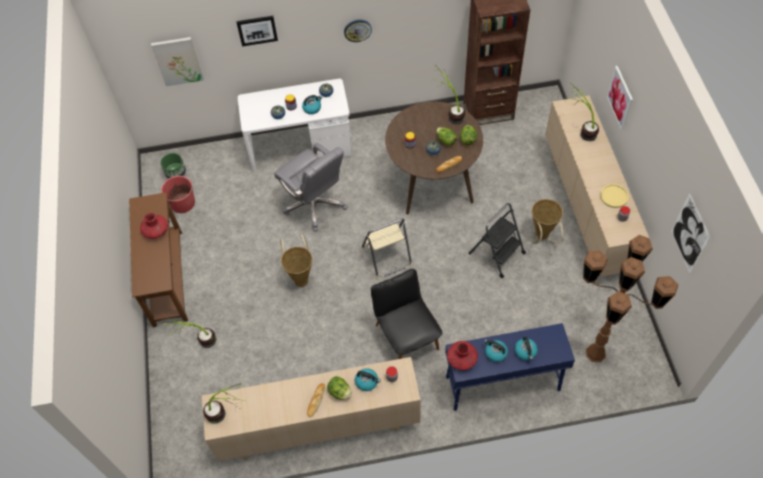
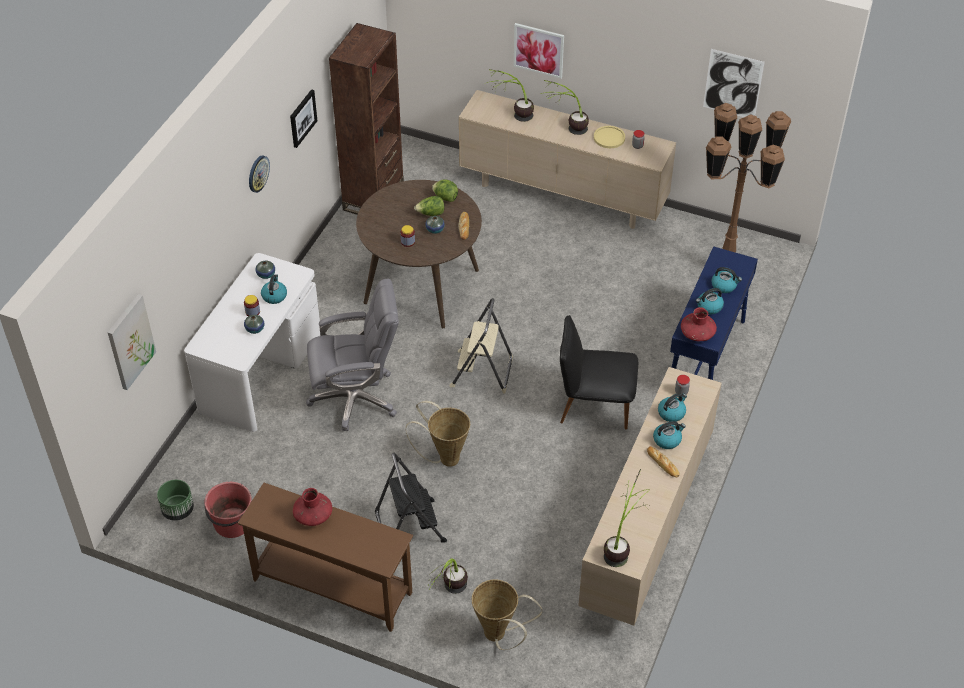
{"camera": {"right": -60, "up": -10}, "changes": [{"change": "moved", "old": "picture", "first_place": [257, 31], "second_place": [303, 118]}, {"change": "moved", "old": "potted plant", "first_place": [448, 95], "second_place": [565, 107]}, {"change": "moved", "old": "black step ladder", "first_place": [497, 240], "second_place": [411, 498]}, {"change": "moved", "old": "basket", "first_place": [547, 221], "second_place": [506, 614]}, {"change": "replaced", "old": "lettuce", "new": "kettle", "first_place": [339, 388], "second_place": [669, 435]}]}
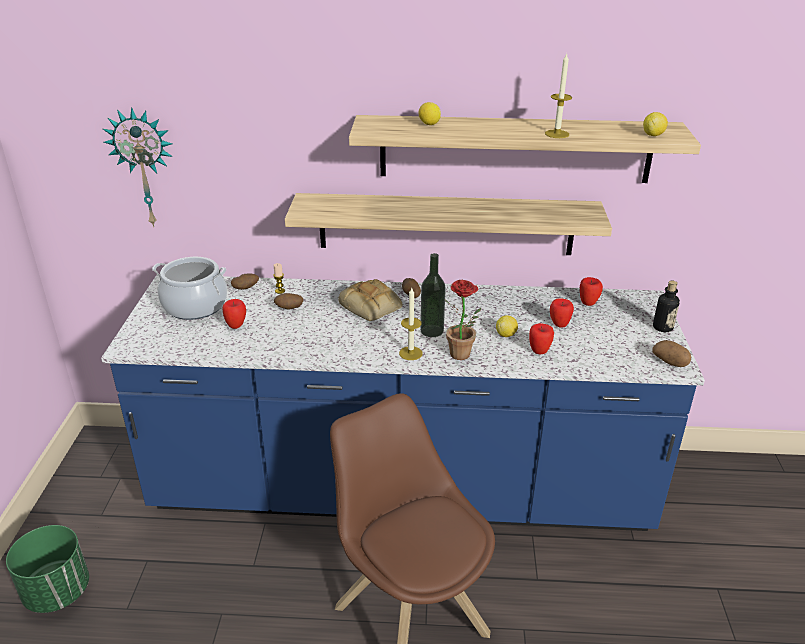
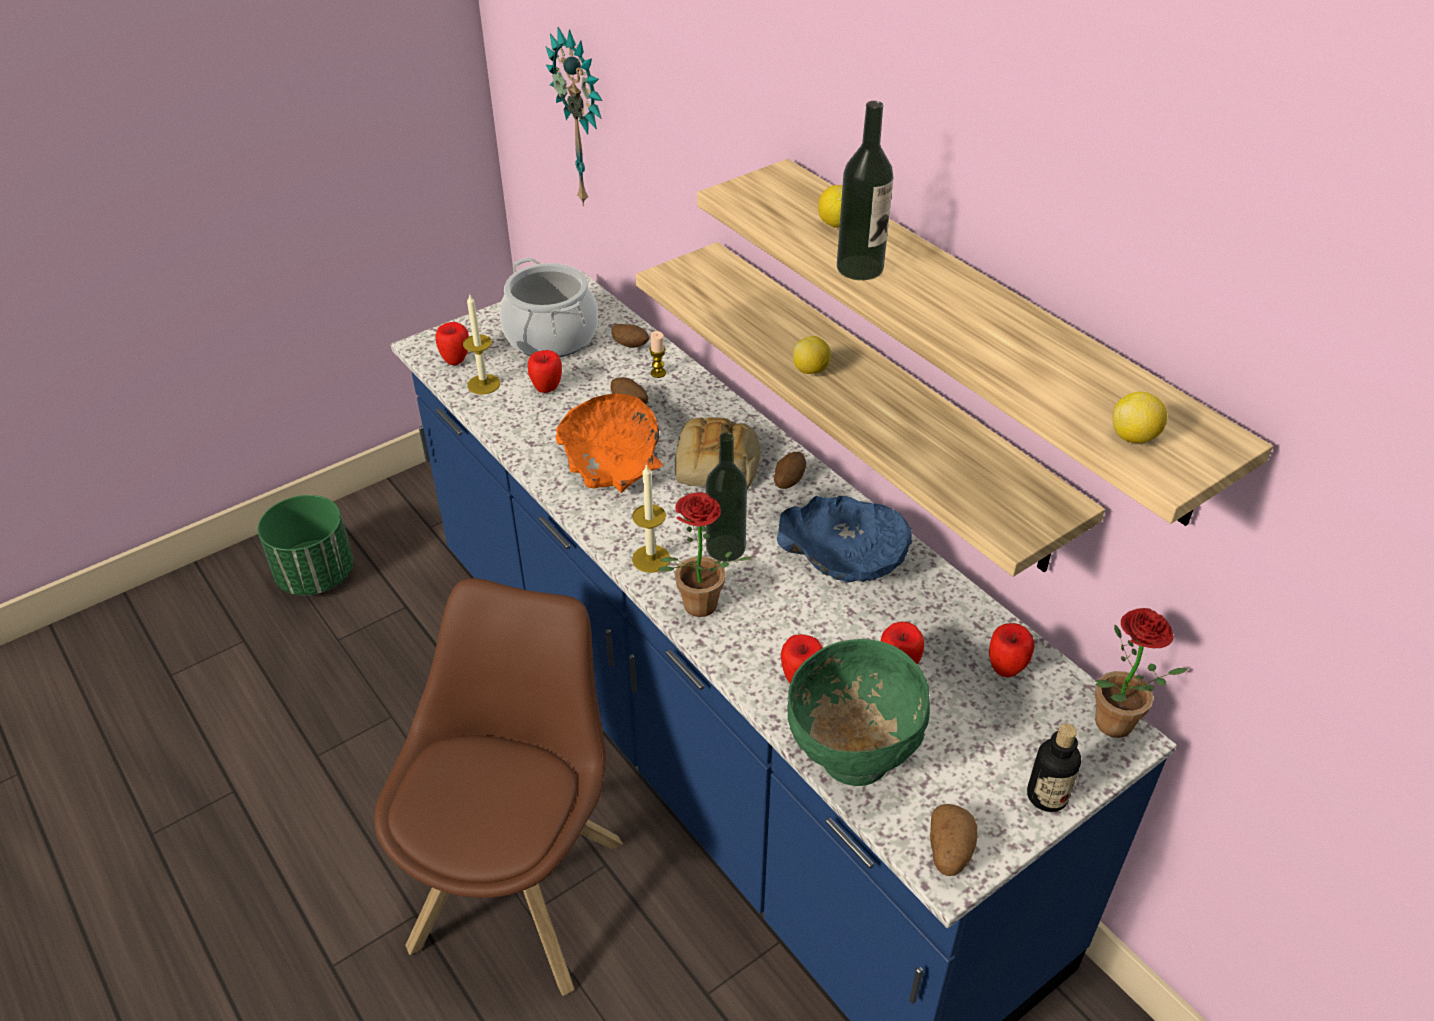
{"camera": {"right": 50, "up": 10}, "changes": [{"change": "added", "new": "apple", "second_place": [452, 343]}, {"change": "added", "new": "orange bowl", "second_place": [609, 443]}, {"change": "added", "new": "blue bowl", "second_place": [844, 539]}, {"change": "added", "new": "green bowl", "second_place": [858, 712]}, {"change": "added", "new": "bottle", "second_place": [865, 190]}, {"change": "added", "new": "potted plant", "second_place": [1142, 673]}, {"change": "moved", "old": "lemon", "first_place": [507, 326], "second_place": [812, 355]}, {"change": "moved", "old": "candle", "first_place": [558, 95], "second_place": [481, 344]}]}
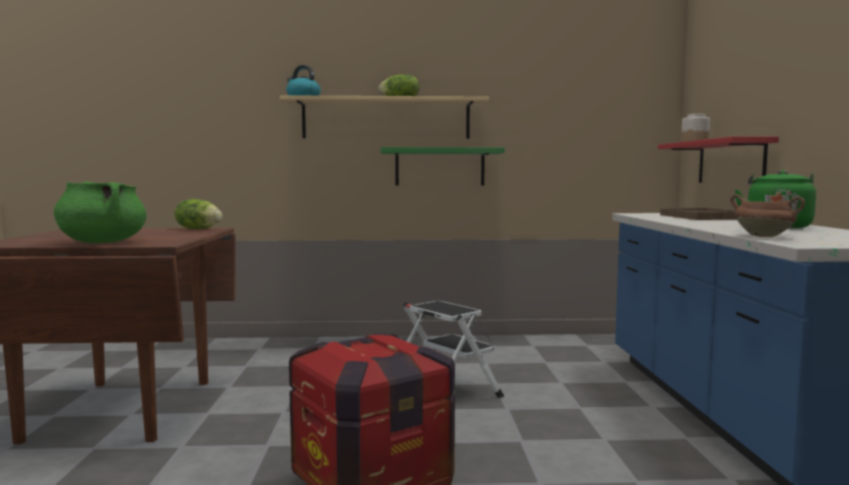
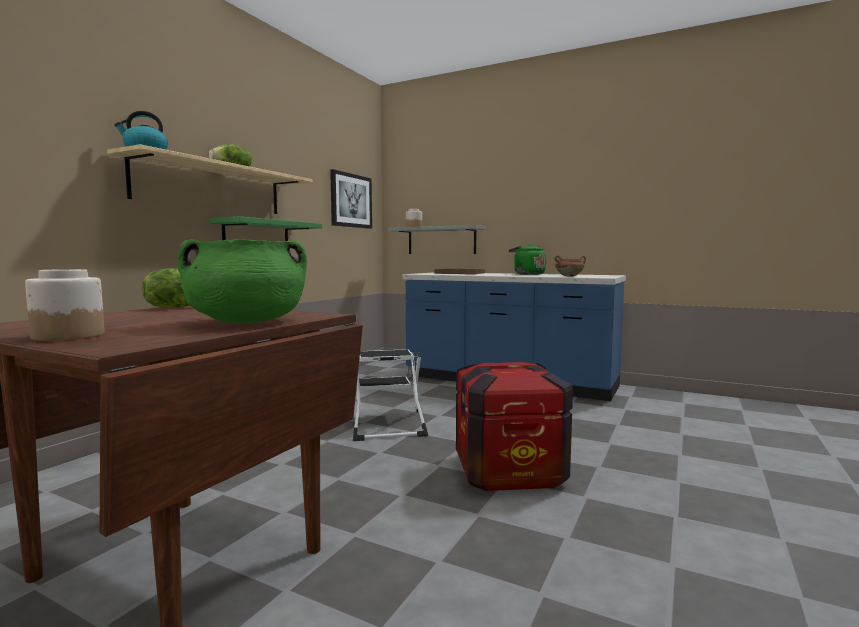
{"camera": {"right": -60, "up": 0}, "changes": [{"change": "added", "new": "jar", "second_place": [65, 305]}, {"change": "added", "new": "picture", "second_place": [351, 199]}, {"change": "recoloured", "old": "red shelf", "new": "grey shelf", "first_place": [718, 159], "second_place": [437, 239]}]}
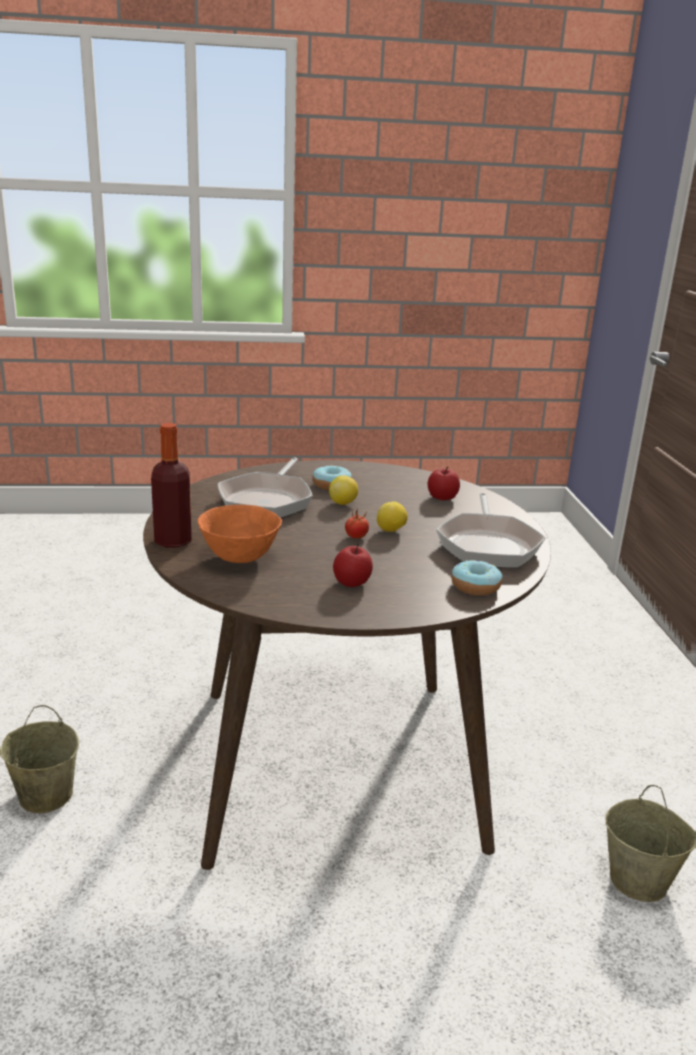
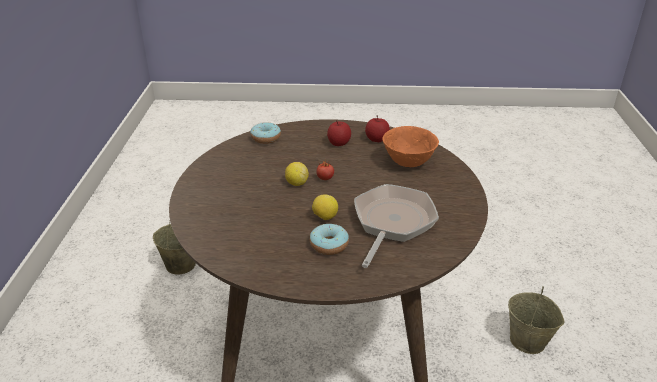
{"camera": {"right": -170, "up": 10}, "changes": [{"change": "removed", "old": "bottle", "first_place": [171, 485]}, {"change": "removed", "old": "frying pan", "first_place": [491, 530]}, {"change": "moved", "old": "apple", "first_place": [444, 483], "second_place": [377, 129]}]}
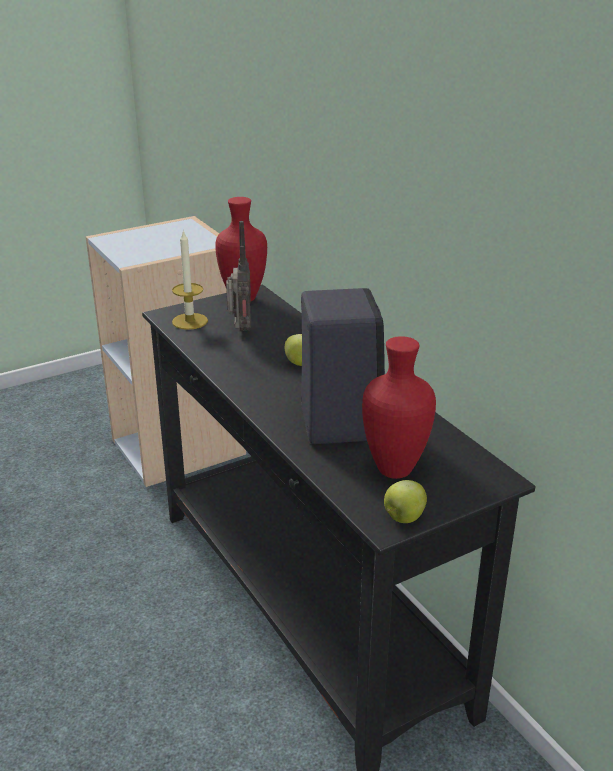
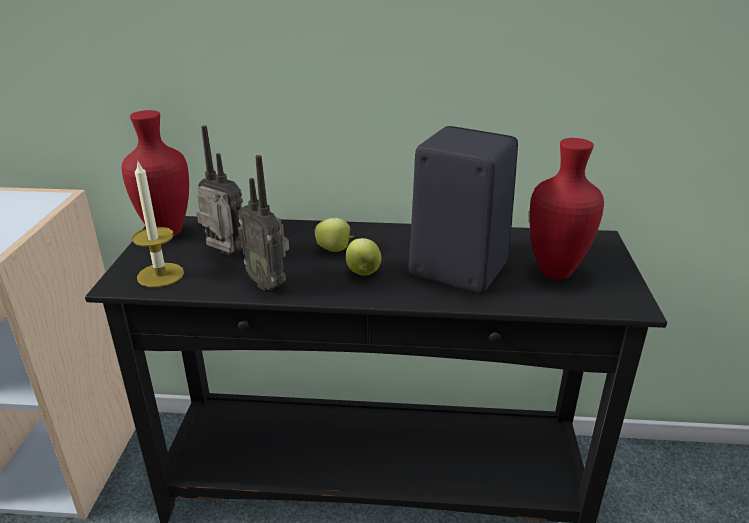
{"camera": {"right": -55, "up": 0}, "changes": [{"change": "added", "new": "radio", "second_place": [263, 223]}, {"change": "moved", "old": "apple", "first_place": [405, 501], "second_place": [363, 257]}]}
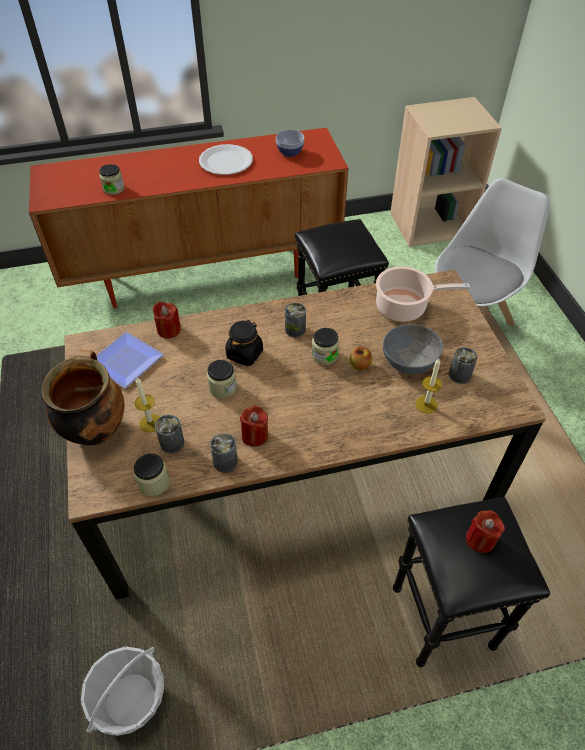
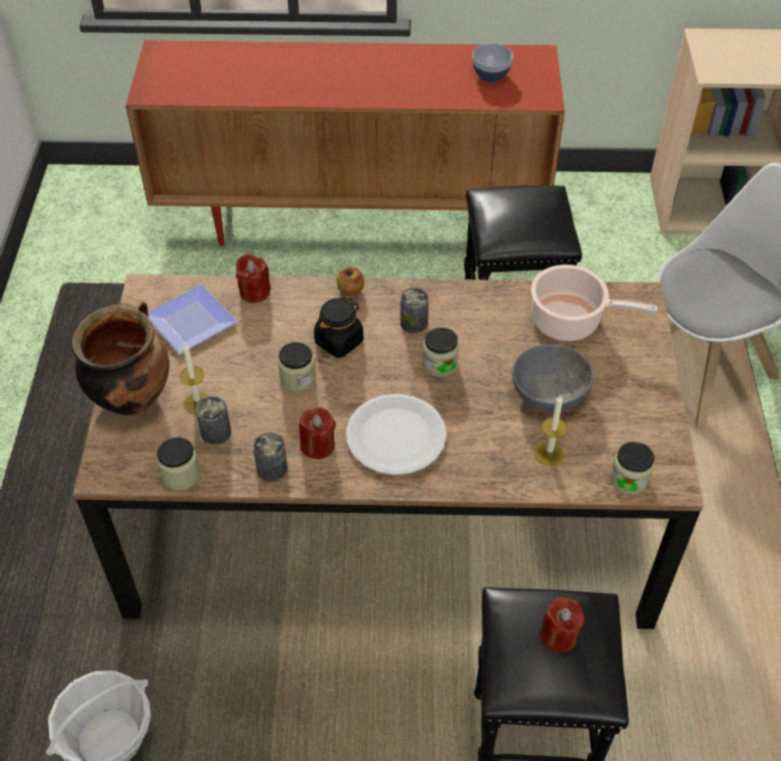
{"camera": {"right": 15, "up": 0}, "changes": [{"change": "removed", "old": "can", "first_place": [463, 365]}, {"change": "moved", "old": "jar", "first_place": [112, 179], "second_place": [632, 468]}, {"change": "moved", "old": "white plate", "first_place": [226, 159], "second_place": [396, 434]}, {"change": "moved", "old": "apple", "first_place": [361, 358], "second_place": [350, 281]}]}
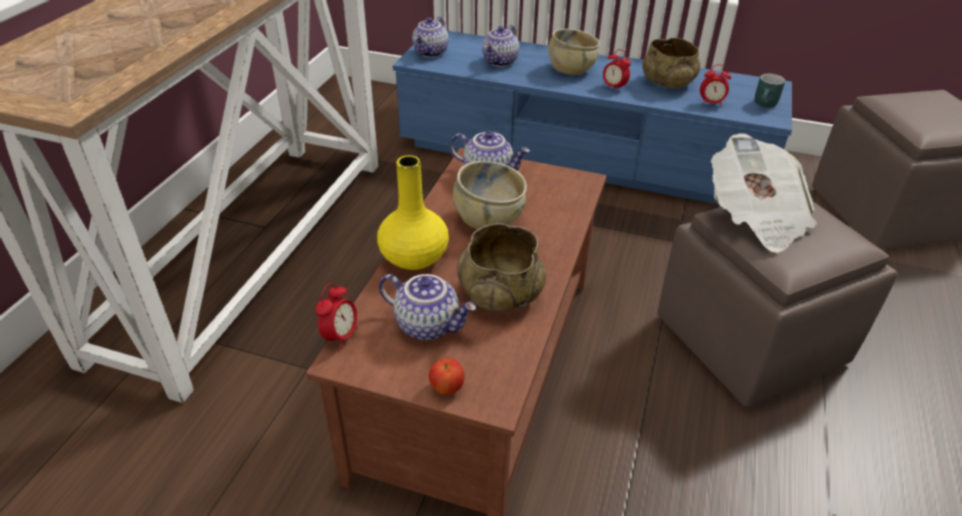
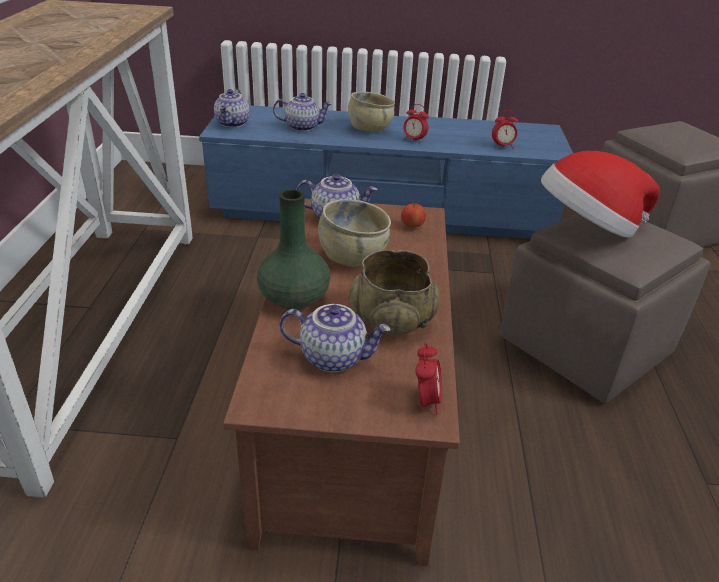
{"camera": {"right": -15, "up": -5}, "changes": [{"change": "removed", "old": "beige bowl", "first_place": [671, 63]}, {"change": "removed", "old": "turquoise mug", "first_place": [770, 91]}, {"change": "moved", "old": "alarm clock", "first_place": [336, 316], "second_place": [428, 378]}, {"change": "moved", "old": "apple", "first_place": [447, 377], "second_place": [413, 215]}, {"change": "replaced", "old": "newspaper", "new": "hat", "first_place": [764, 193], "second_place": [600, 194]}, {"change": "recoloured", "old": "yellow vase", "new": "green vase", "first_place": [413, 212], "second_place": [293, 249]}, {"change": "turned", "old": "teapot", "first_place": [500, 46], "second_place": [302, 112], "degrees": -105}]}
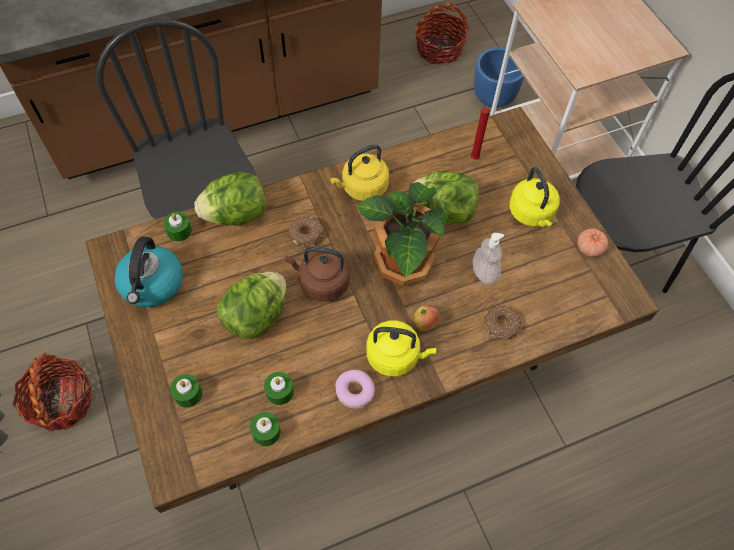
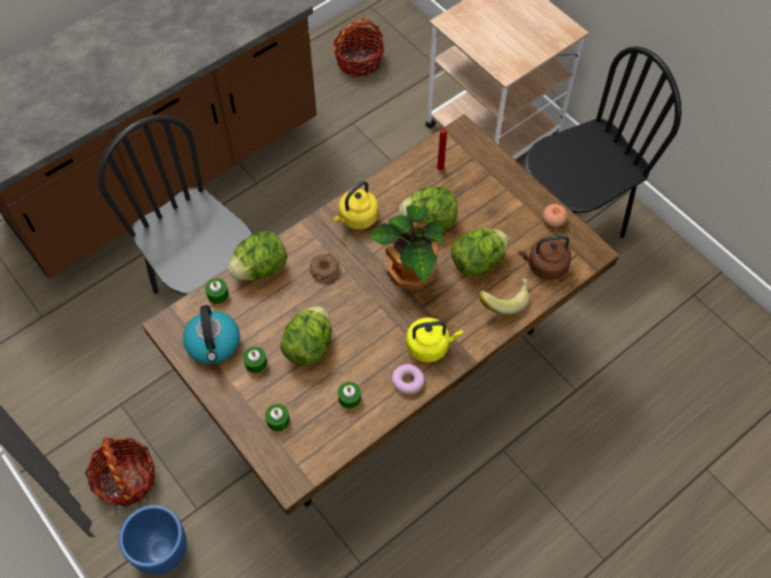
{"camera": {"right": -15, "up": 0}, "changes": [{"change": "removed", "old": "apple", "first_place": [426, 318]}, {"change": "removed", "old": "yellow kettle", "first_place": [534, 197]}, {"change": "moved", "old": "green candle", "first_place": [265, 429], "second_place": [255, 360]}, {"change": "moved", "old": "brown kettle", "first_place": [317, 274], "second_place": [545, 257]}, {"change": "moved", "old": "blue planter", "first_place": [499, 77], "second_place": [153, 540]}, {"change": "replaced", "old": "soap dispenser", "new": "lettuce", "first_place": [488, 259], "second_place": [480, 252]}, {"change": "replaced", "old": "donut", "new": "banana", "first_place": [502, 323], "second_place": [504, 297]}]}
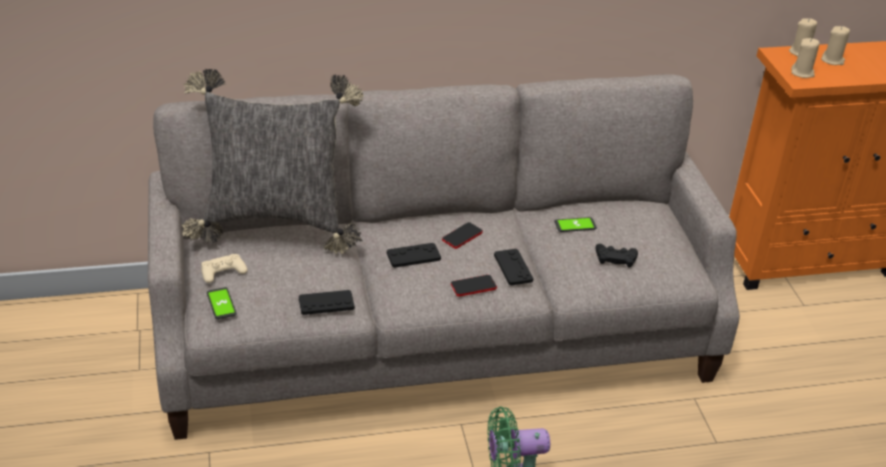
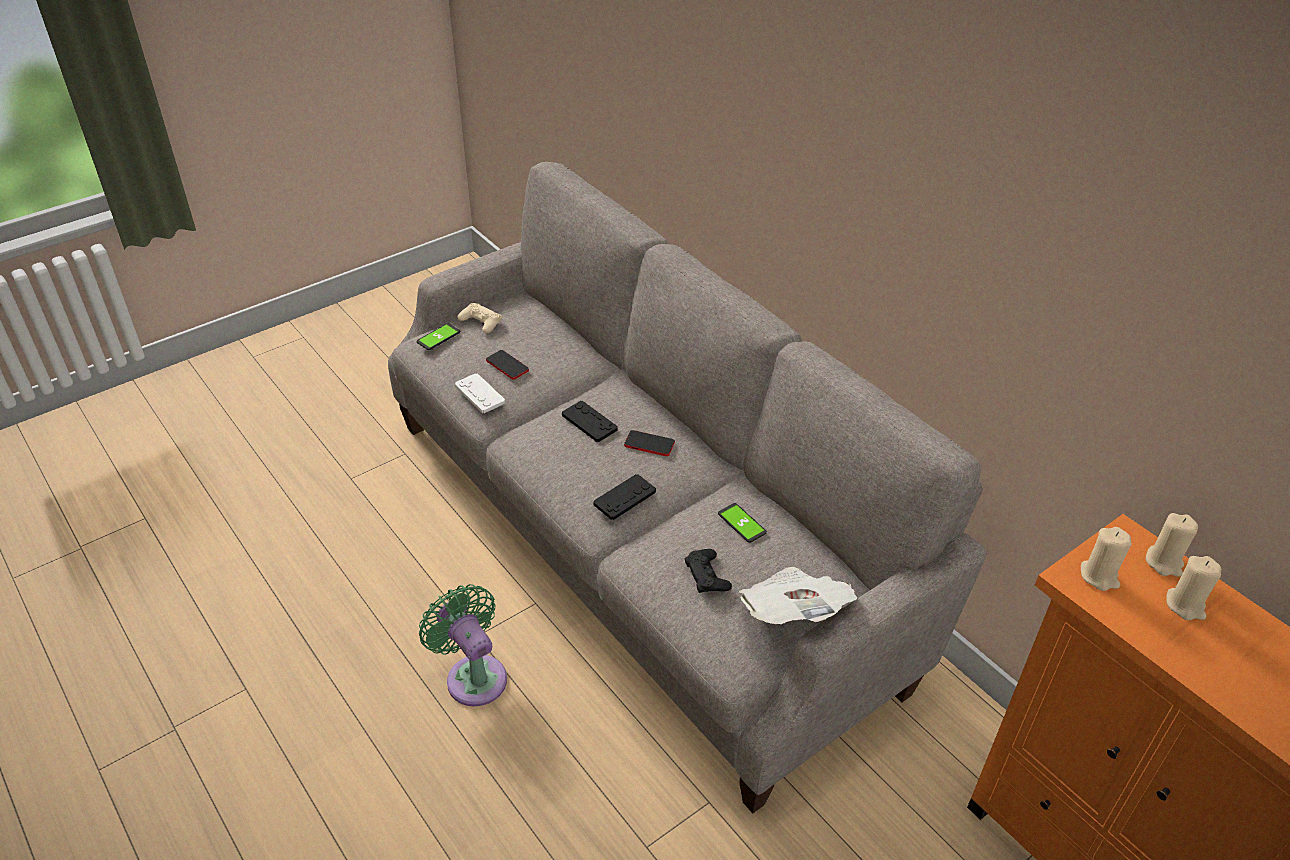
{"camera": {"right": 65, "up": 5}, "changes": [{"change": "removed", "old": "pillow", "first_place": [273, 161]}, {"change": "added", "new": "newspaper", "second_place": [798, 595]}, {"change": "moved", "old": "phone", "first_place": [474, 285], "second_place": [507, 365]}, {"change": "recoloured", "old": "black game controller", "new": "white game controller", "first_place": [327, 302], "second_place": [480, 393]}]}
